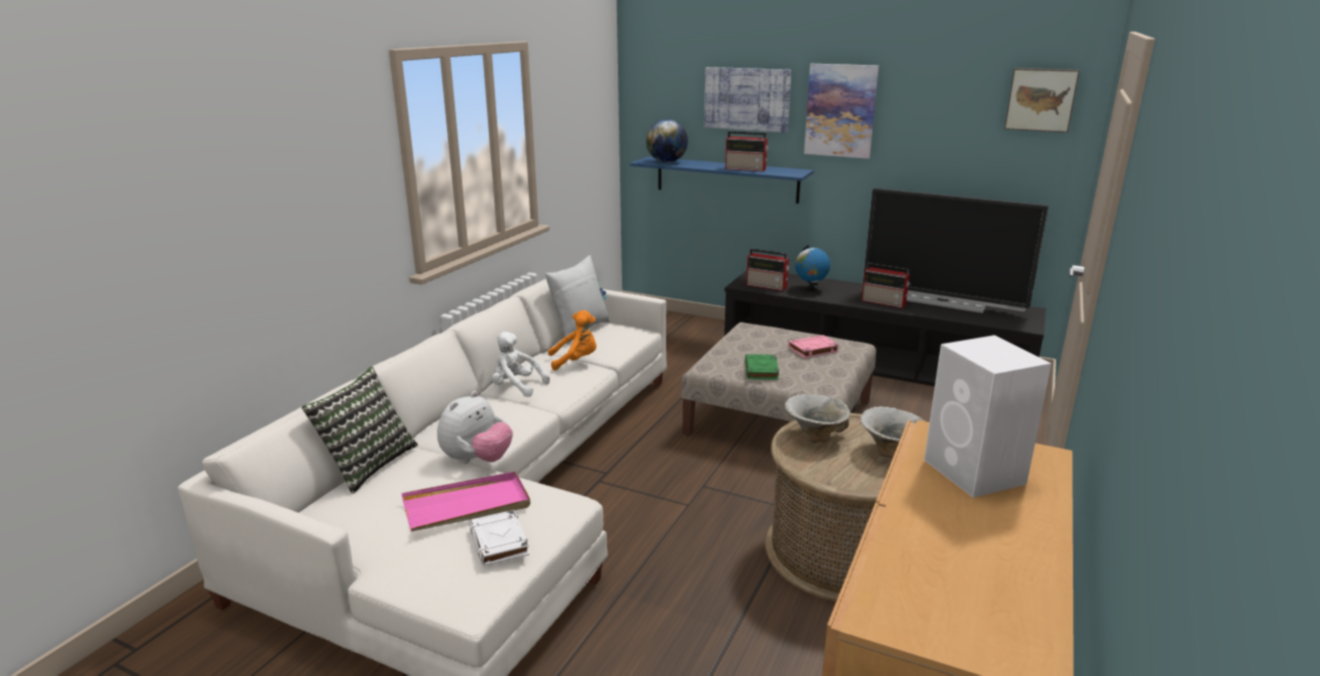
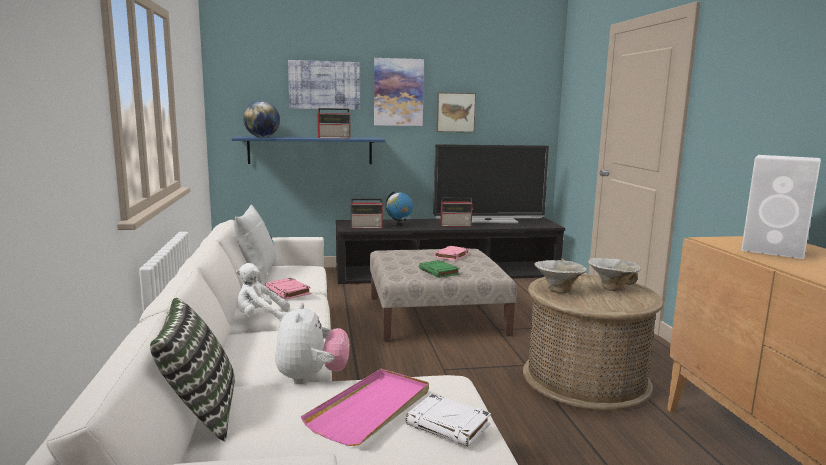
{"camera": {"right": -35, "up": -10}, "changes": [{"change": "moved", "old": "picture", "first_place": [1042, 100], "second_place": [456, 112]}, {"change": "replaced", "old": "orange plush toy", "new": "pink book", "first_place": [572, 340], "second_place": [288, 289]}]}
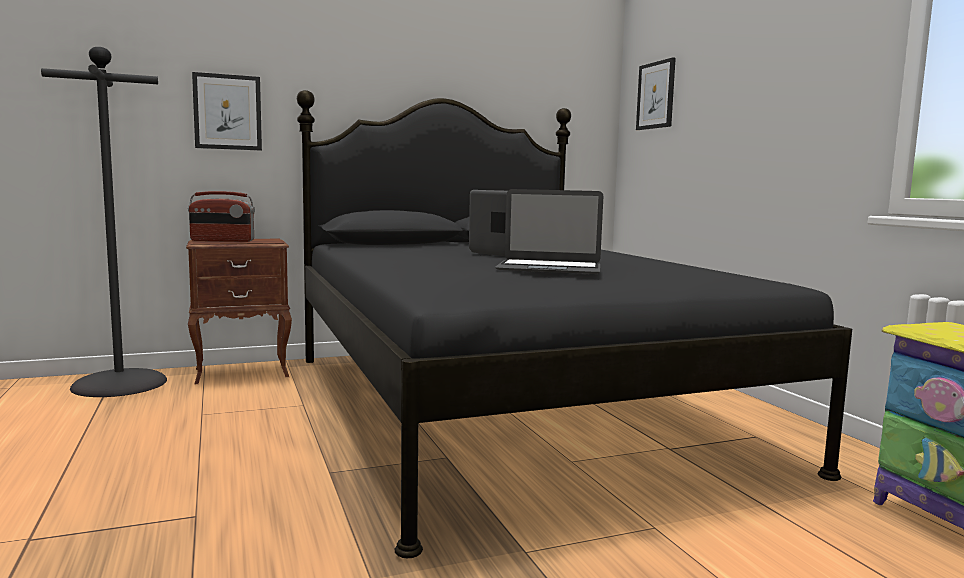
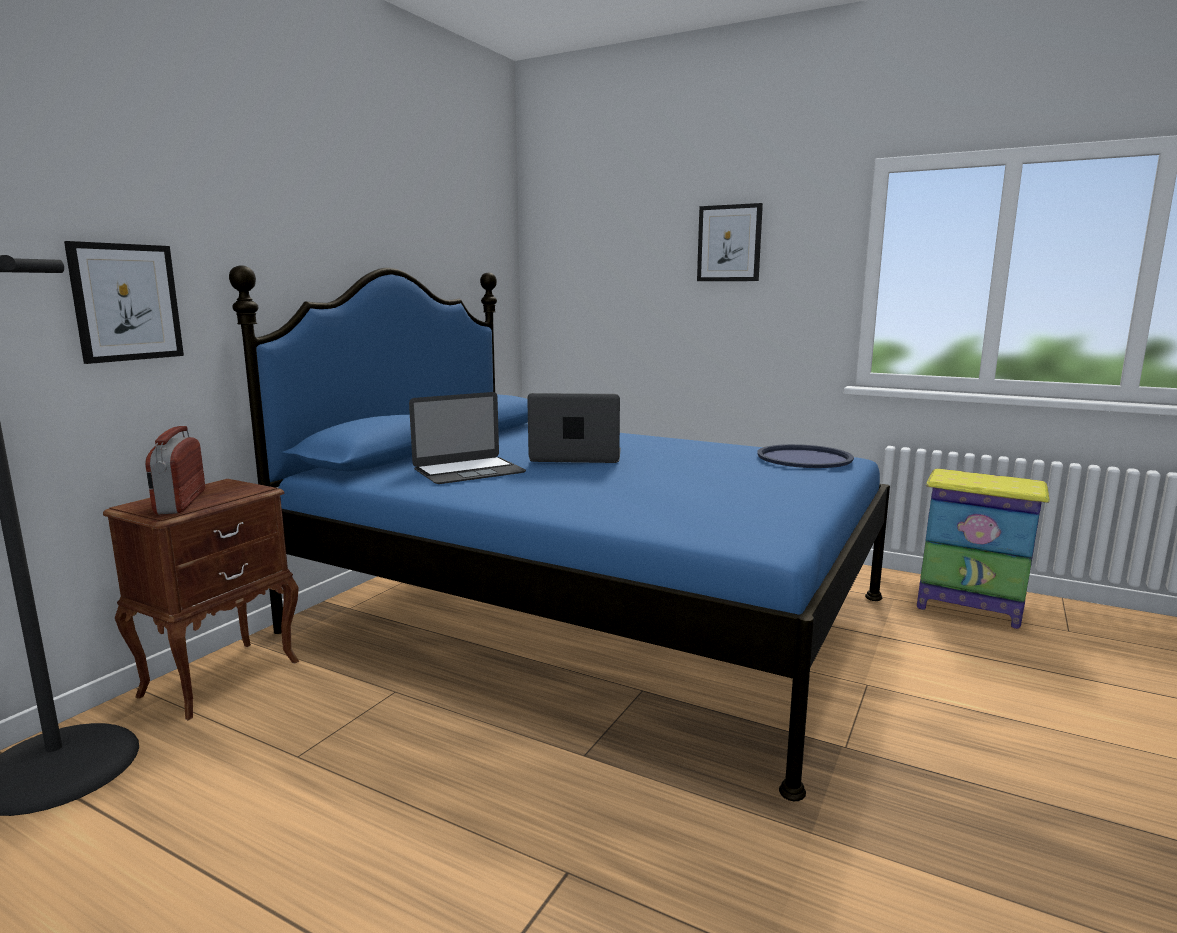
{"camera": {"right": -40, "up": 5}, "changes": [{"change": "added", "new": "blue tray", "second_place": [805, 456]}, {"change": "moved", "old": "laptop", "first_place": [549, 231], "second_place": [467, 438]}, {"change": "moved", "old": "picture", "first_place": [656, 93], "second_place": [730, 242]}, {"change": "recoloured", "old": "black bed", "new": "blue bed", "first_place": [574, 324], "second_place": [559, 533]}, {"change": "turned", "old": "radio", "first_place": [221, 216], "second_place": [175, 470], "degrees": 120}]}
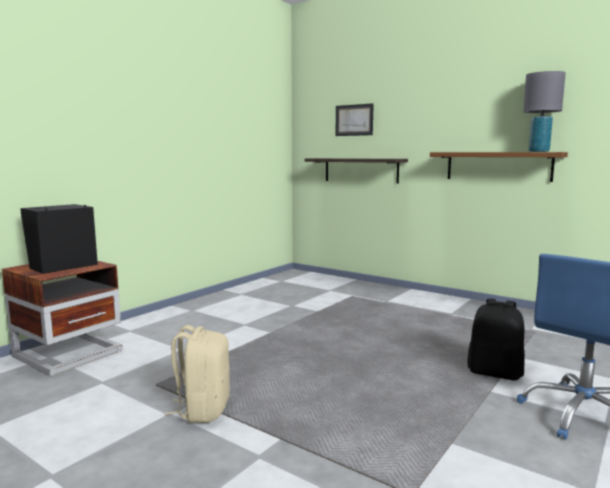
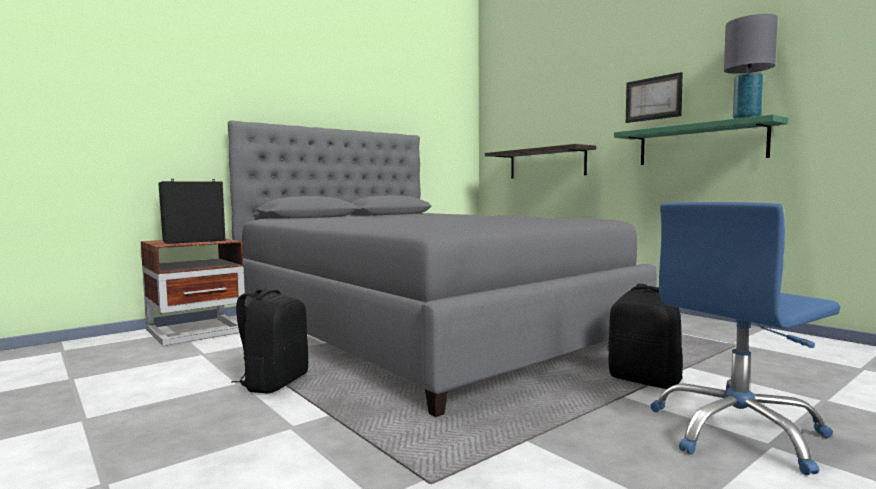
{"camera": {"right": 15, "up": -5}, "changes": [{"change": "added", "new": "grey bed", "second_place": [442, 268]}, {"change": "moved", "old": "picture", "first_place": [354, 119], "second_place": [654, 97]}, {"change": "recoloured", "old": "beige backpack", "new": "black backpack", "first_place": [197, 374], "second_place": [269, 340]}, {"change": "recoloured", "old": "brown shelf", "new": "green shelf", "first_place": [499, 167], "second_place": [701, 139]}]}
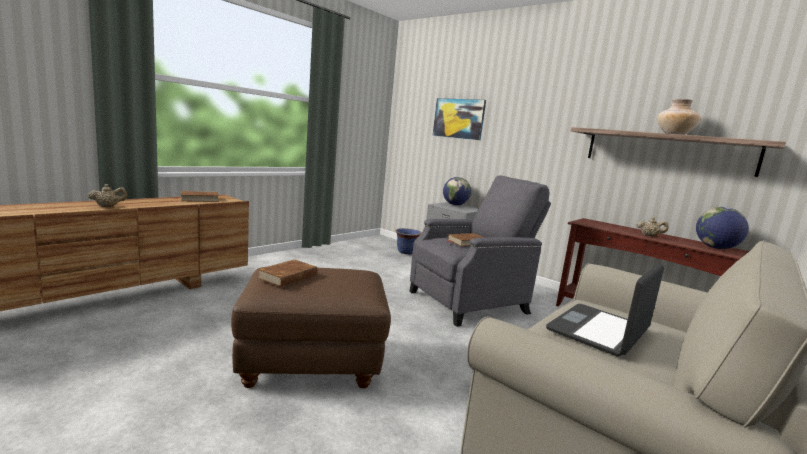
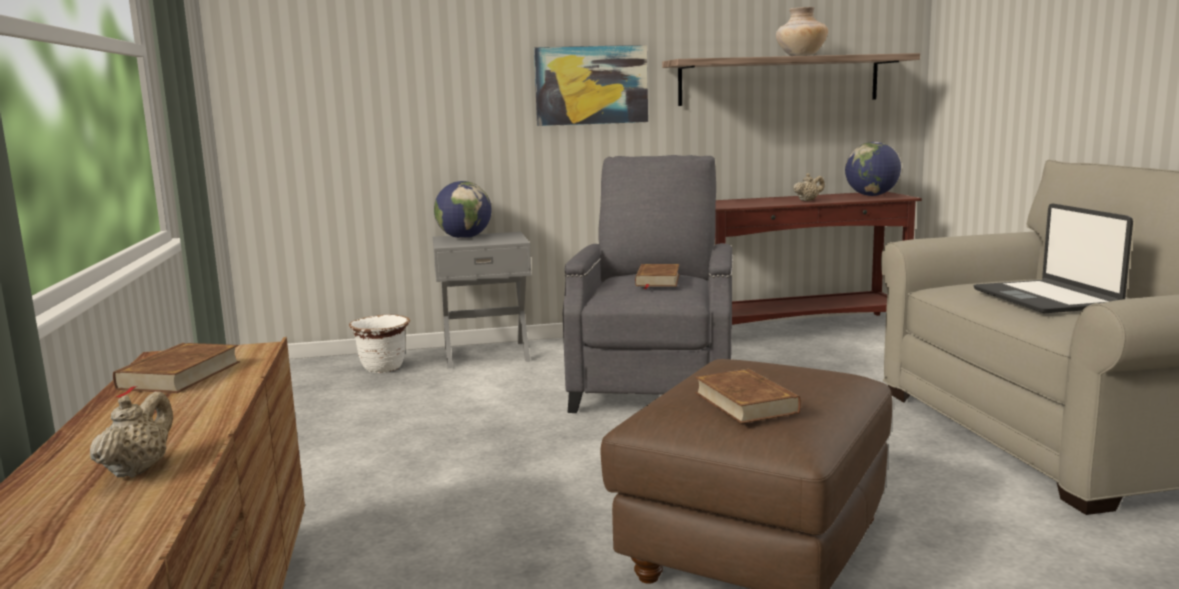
{"camera": {"right": -50, "up": 0}, "changes": [{"change": "moved", "old": "picture", "first_place": [459, 119], "second_place": [591, 85]}, {"change": "recoloured", "old": "blue planter", "new": "white planter", "first_place": [408, 241], "second_place": [379, 344]}]}
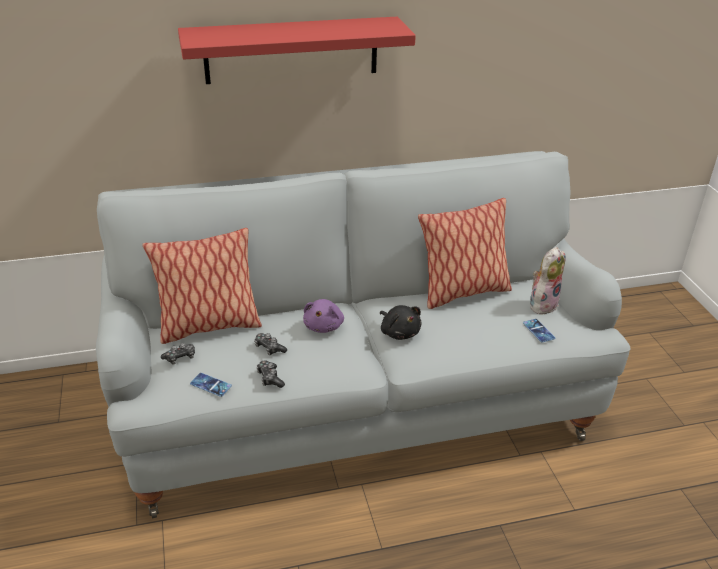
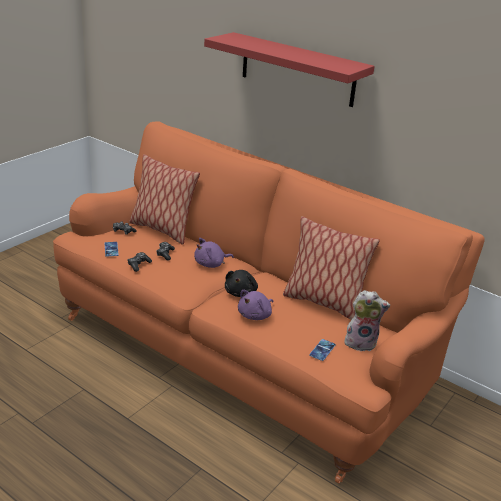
{"camera": {"right": 50, "up": -5}, "changes": [{"change": "added", "new": "purple plush toy", "second_place": [255, 305]}, {"change": "recoloured", "old": "grey sofa", "new": "orange sofa", "first_place": [363, 334], "second_place": [268, 303]}]}
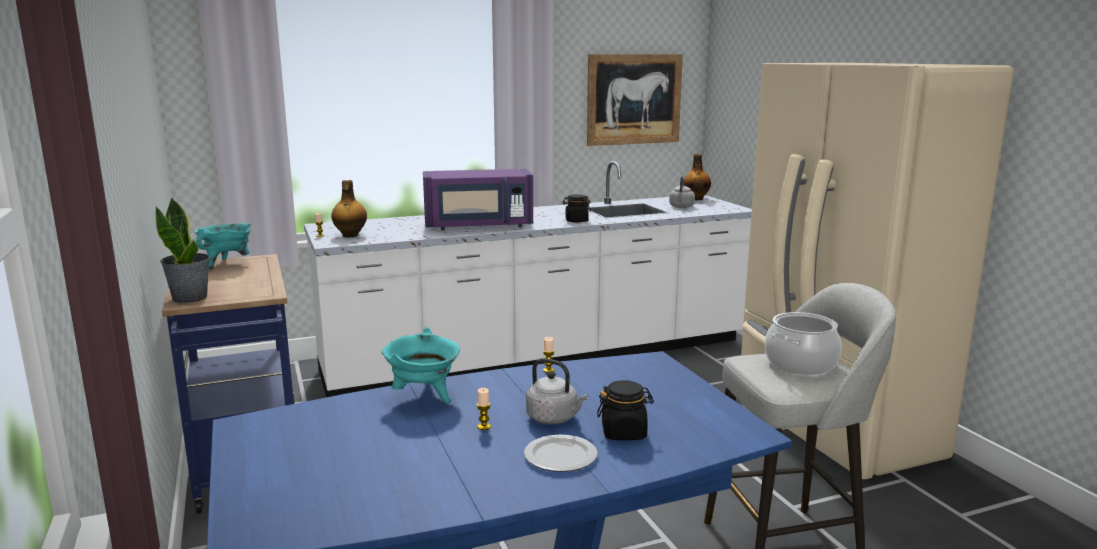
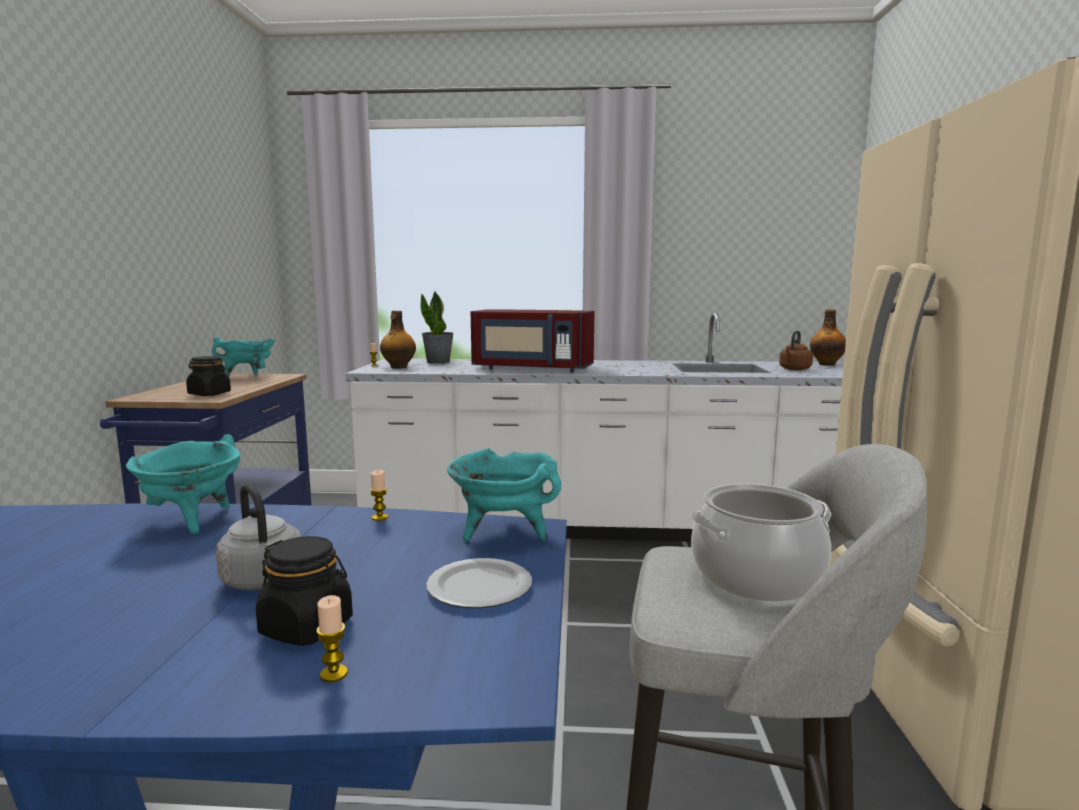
{"camera": {"right": 25, "up": -5}, "changes": [{"change": "removed", "old": "picture", "first_place": [635, 100]}, {"change": "added", "new": "turquoise cooking pot", "second_place": [504, 495]}, {"change": "moved", "old": "potted plant", "first_place": [182, 250], "second_place": [437, 328]}, {"change": "moved", "old": "candle", "first_place": [484, 409], "second_place": [332, 638]}, {"change": "moved", "old": "plate", "first_place": [561, 453], "second_place": [479, 583]}, {"change": "moved", "old": "black jar", "first_place": [576, 208], "second_place": [208, 376]}, {"change": "recoloured", "old": "purple microwave", "new": "red microwave", "first_place": [478, 199], "second_place": [532, 341]}, {"change": "recoloured", "old": "grey kettle", "new": "brown kettle", "first_place": [682, 191], "second_place": [796, 350]}]}
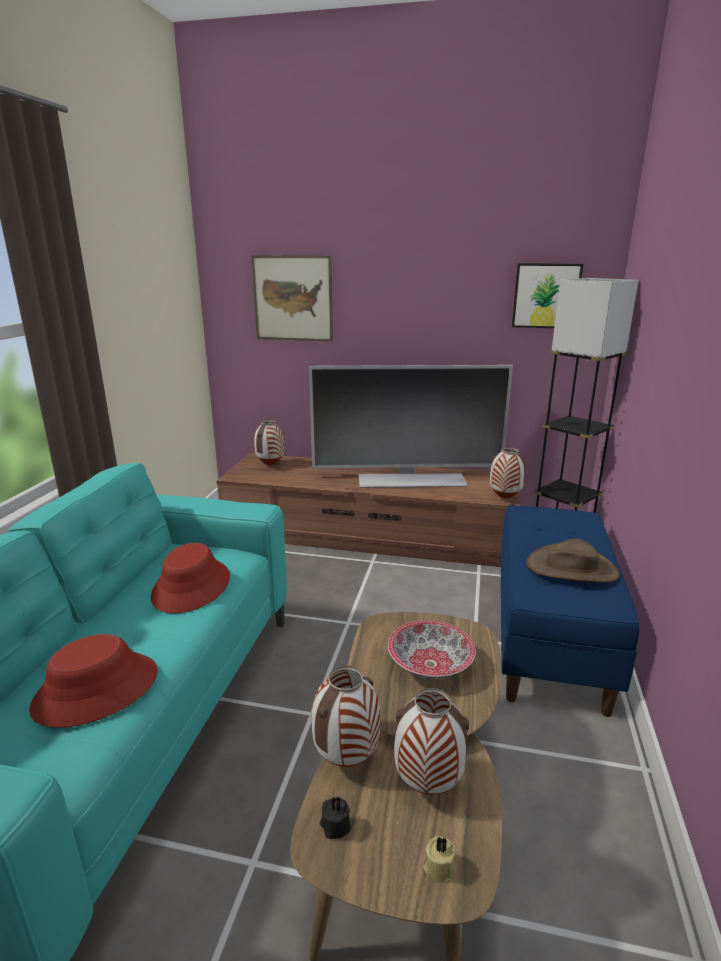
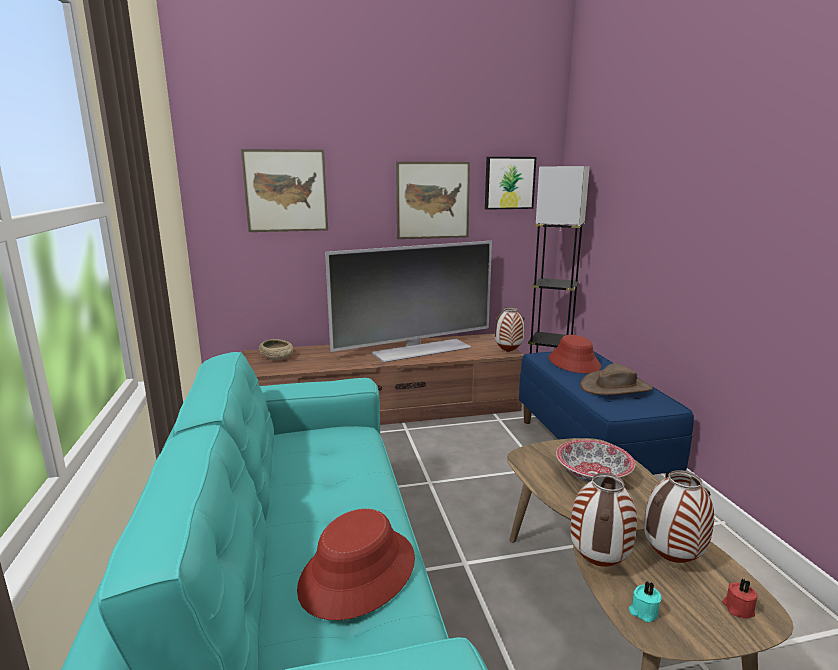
{"camera": {"right": -25, "up": -5}, "changes": [{"change": "added", "new": "picture", "second_place": [433, 200]}, {"change": "moved", "old": "red hat", "first_place": [190, 578], "second_place": [575, 354]}, {"change": "replaced", "old": "vase", "new": "beige bowl", "first_place": [269, 442], "second_place": [276, 349]}, {"change": "recoloured", "old": "black candle", "new": "turquoise candle", "first_place": [335, 818], "second_place": [645, 601]}, {"change": "recoloured", "old": "beige candle", "new": "red candle", "first_place": [440, 859], "second_place": [740, 599]}]}
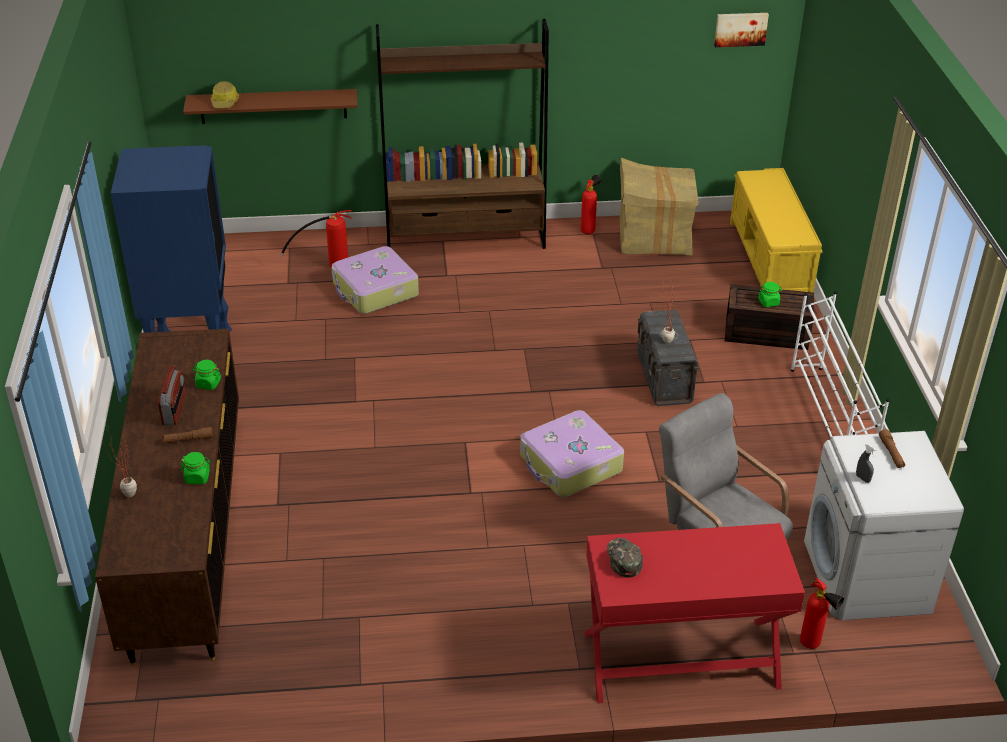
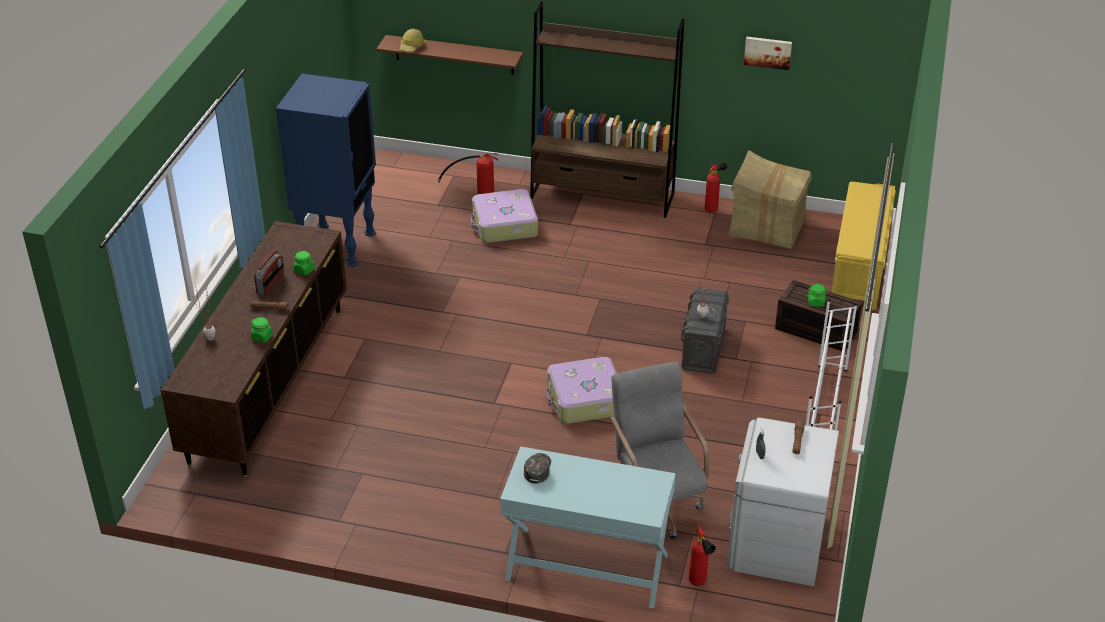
{"camera": {"right": 20, "up": 0}, "changes": [{"change": "moved", "old": "picture", "first_place": [741, 30], "second_place": [768, 53]}, {"change": "recoloured", "old": "red desk", "new": "turquoise desk", "first_place": [694, 613], "second_place": [588, 527]}]}
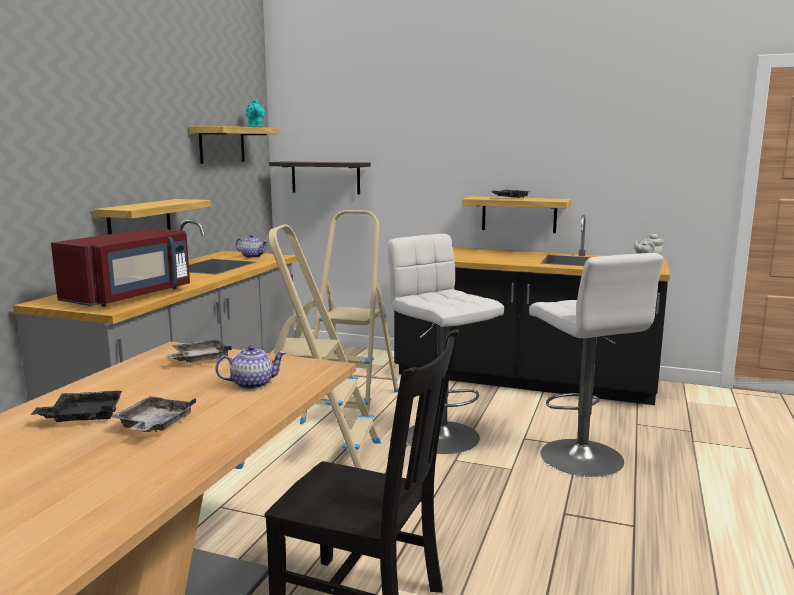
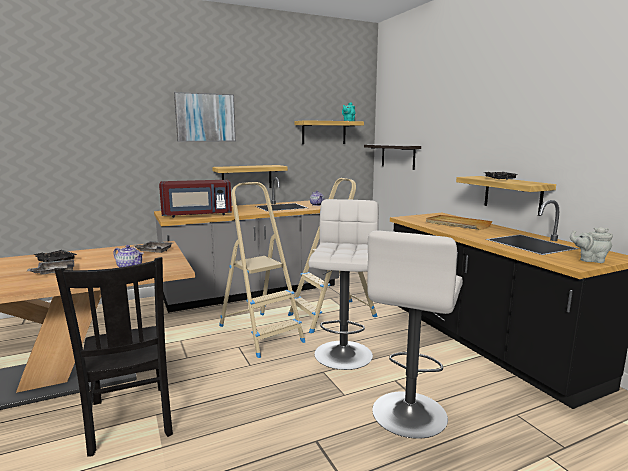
{"camera": {"right": 45, "up": 0}, "changes": [{"change": "added", "new": "picture", "second_place": [205, 117]}, {"change": "added", "new": "beige tray", "second_place": [459, 222]}]}
